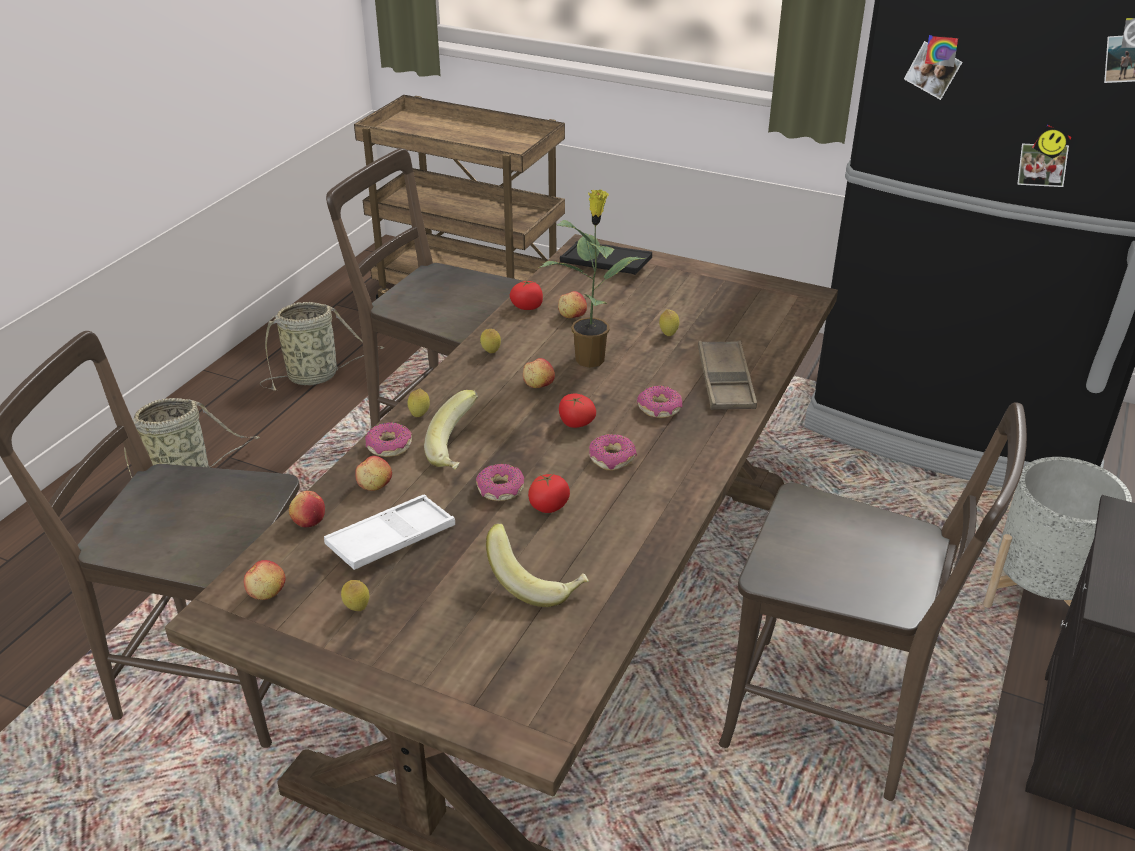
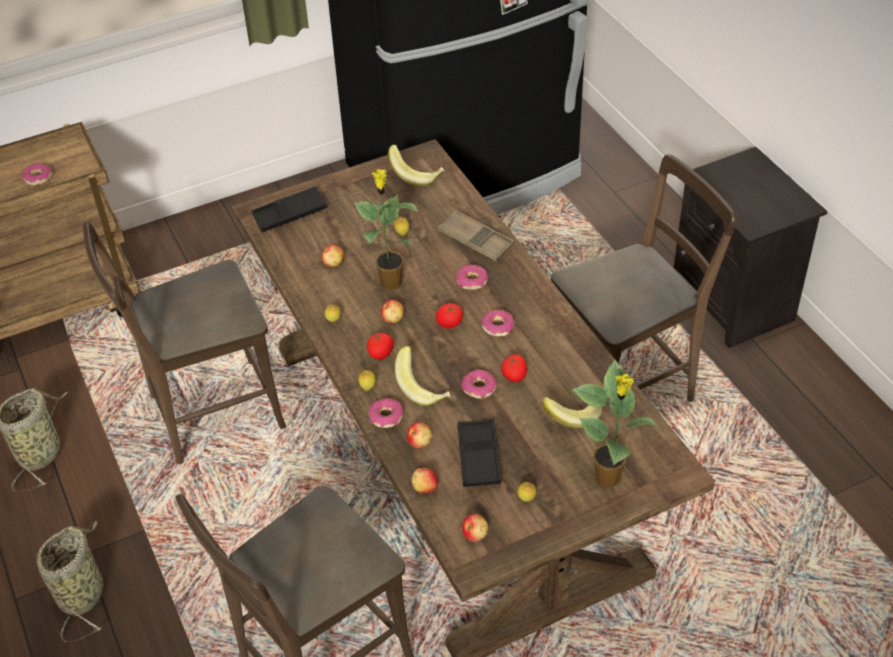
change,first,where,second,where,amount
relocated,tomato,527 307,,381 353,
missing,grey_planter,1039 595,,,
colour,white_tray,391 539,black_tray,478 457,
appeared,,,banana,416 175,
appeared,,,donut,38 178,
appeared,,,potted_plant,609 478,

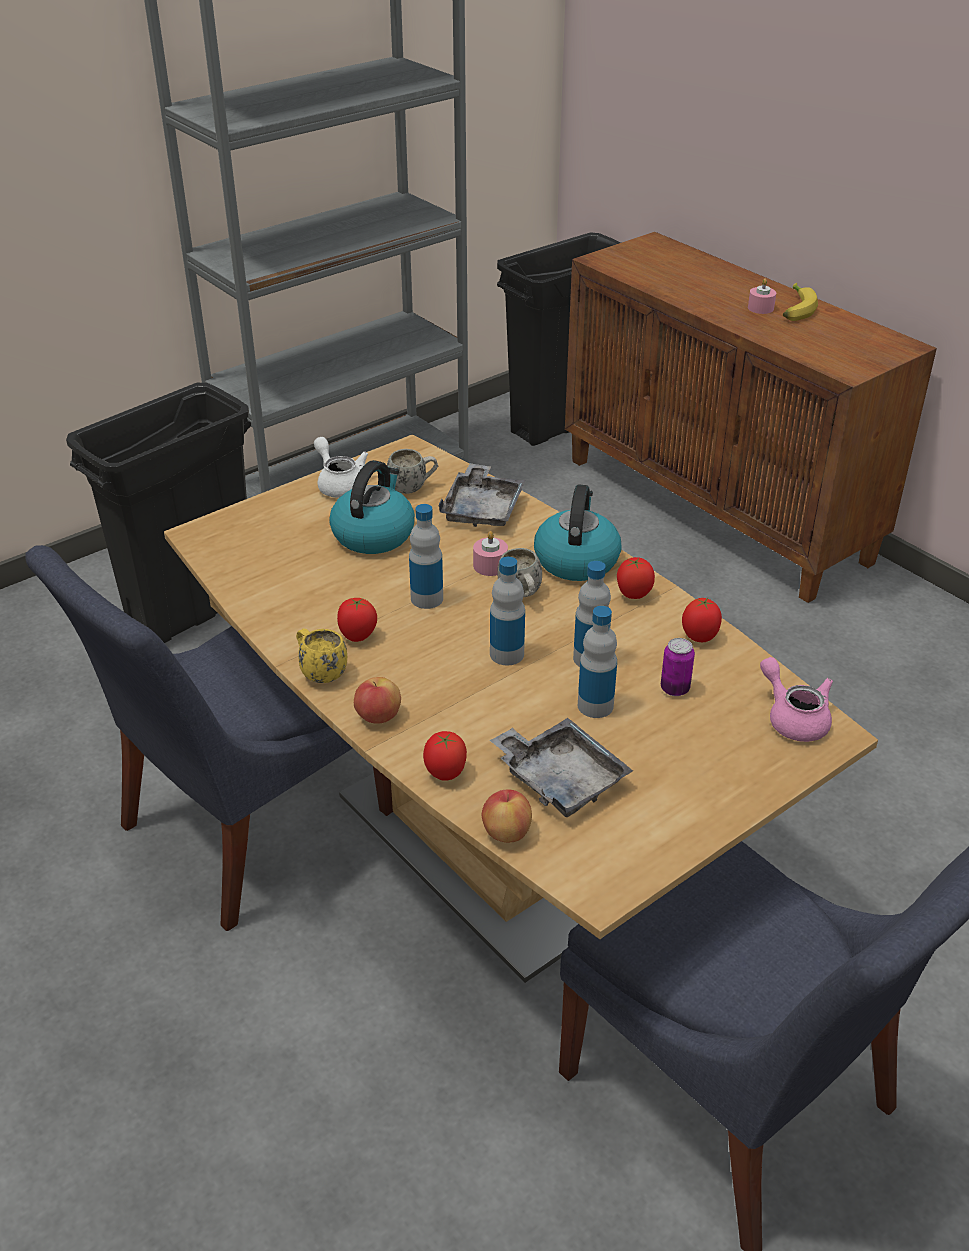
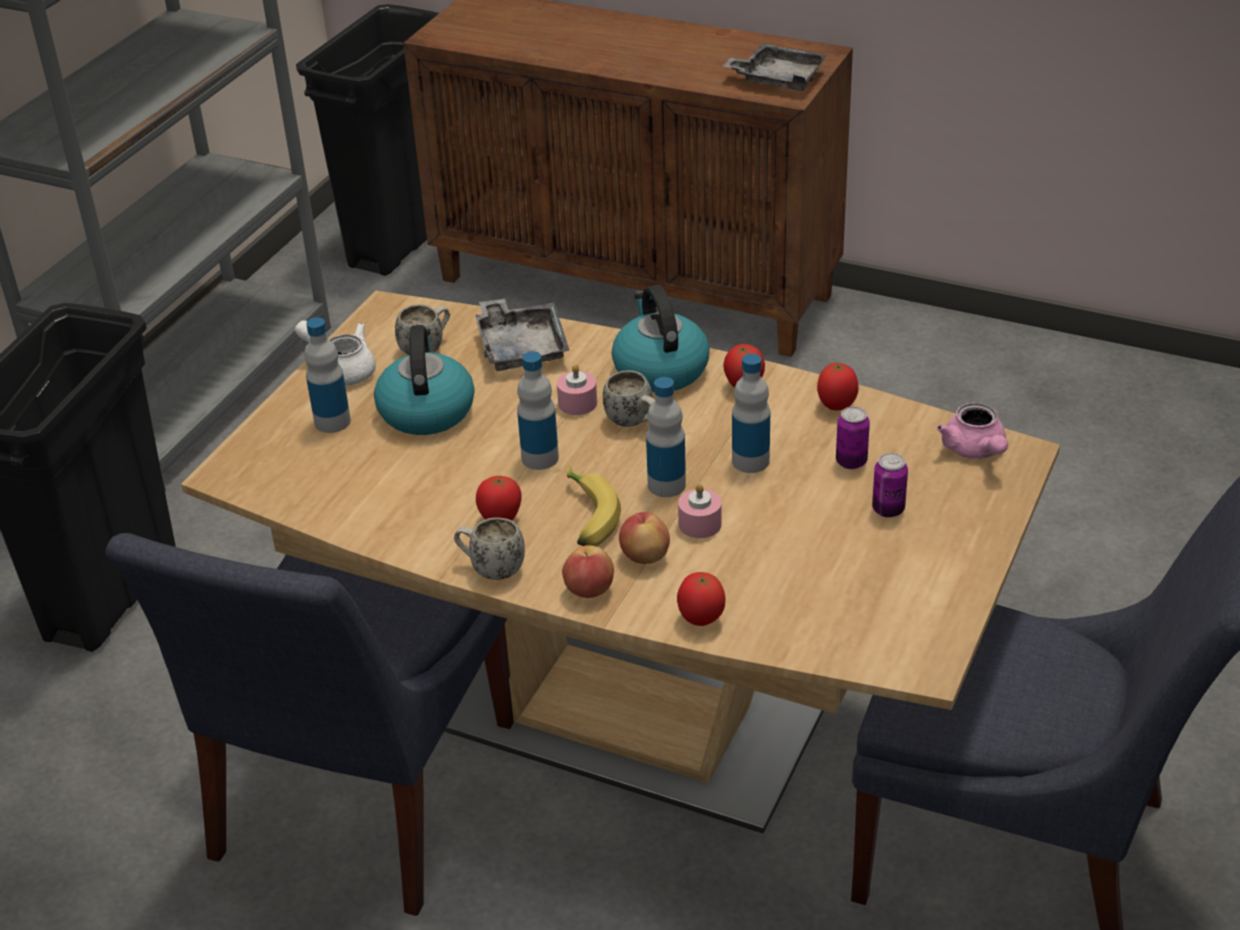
change,first,where,second,where,amount
relocated,pink_candle,760 308,,700 524,
relocated,banana,794 309,,585 517,
relocated,bottle,595 705,,332 422,
colour,yellow_mug,319 672,white_mug,490 569,
spun,pink_teapot,793 718,,975 451,135 degrees counterclockwise
relocated,grey_tray,560 778,,778 79,
relocated,apple,506 832,,644 556,
appeared,,,can,888 509,

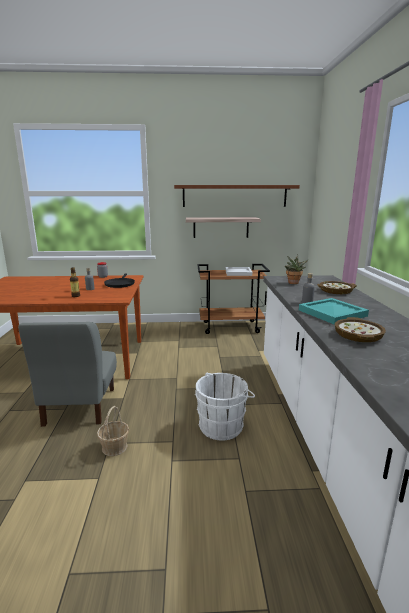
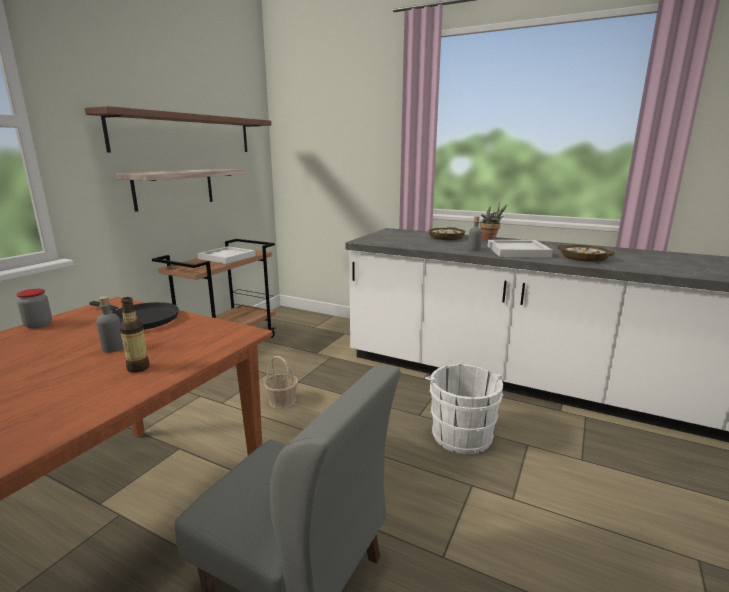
change,first,where,second,where,amount
relocated,potted_plant,293 283,,490 239,
colour,turquoise_tray,331 313,white_tray,517 251,
relocated,basket,115 447,,282 401,

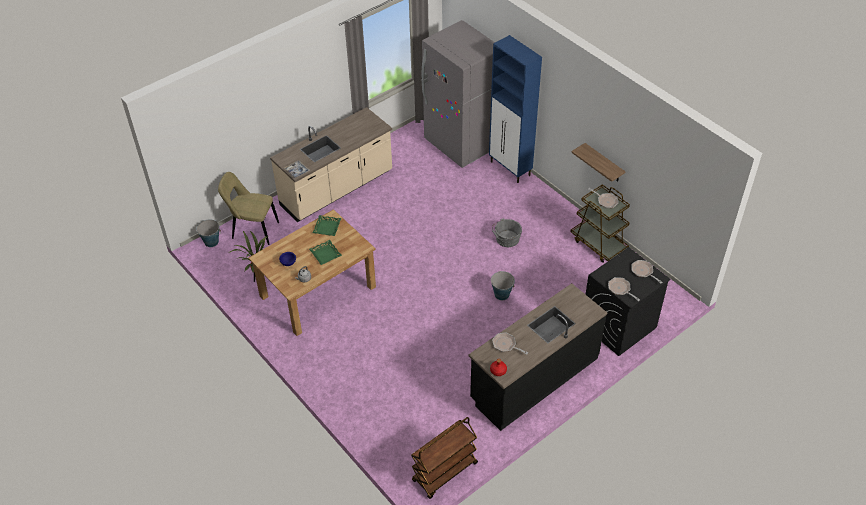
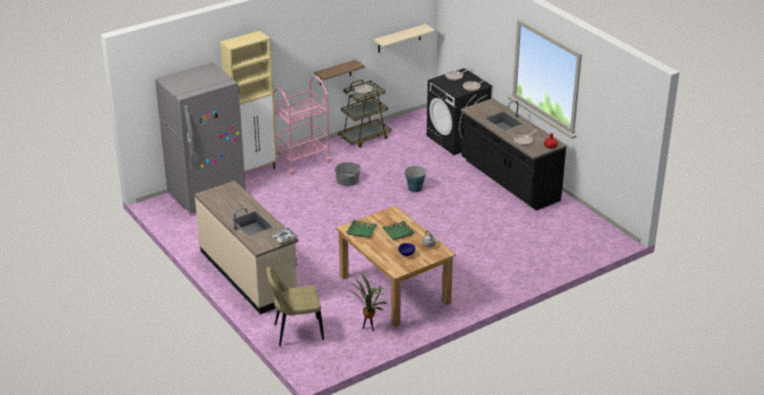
change,first,where,second,where,amount
colour,blue_cabinet,510 169,beige_cabinet,254 171,
spun,beige_chair,253 230,,296 332,60 degrees clockwise
missing,bucket,211 242,,,
missing,brown_cart,445 473,,,
appeared,,,beige_shelf,399 38,
appeared,,,pink_cart,302 160,

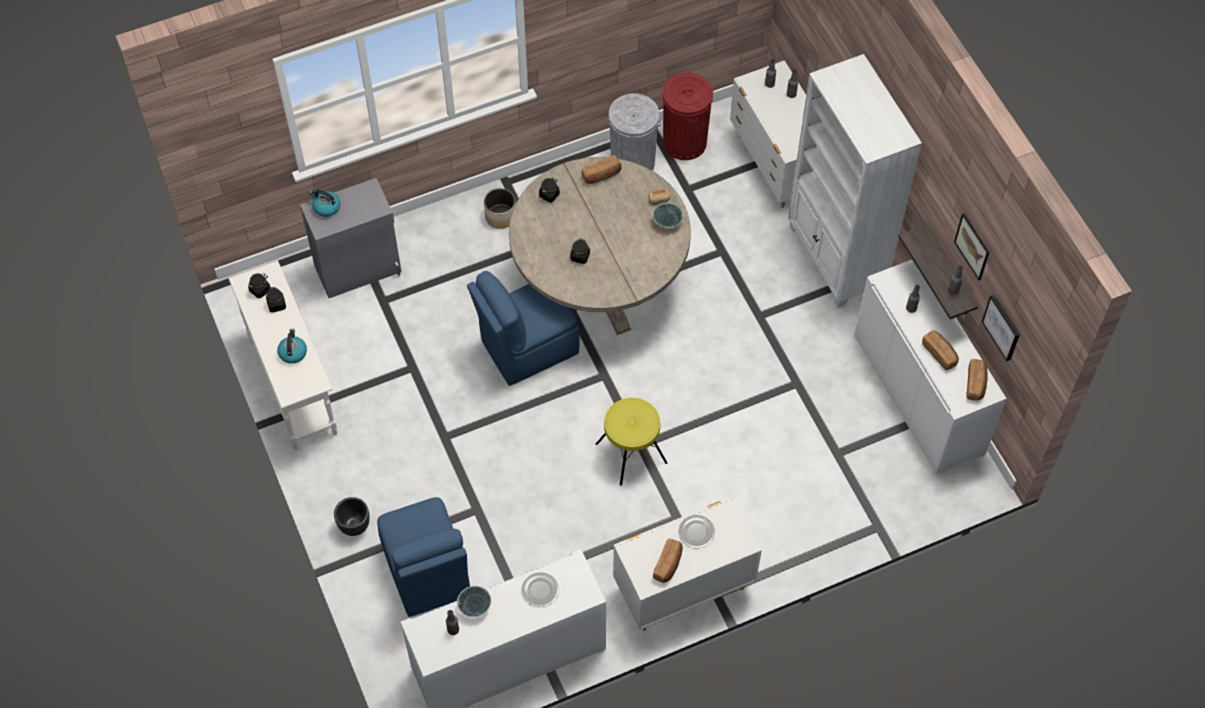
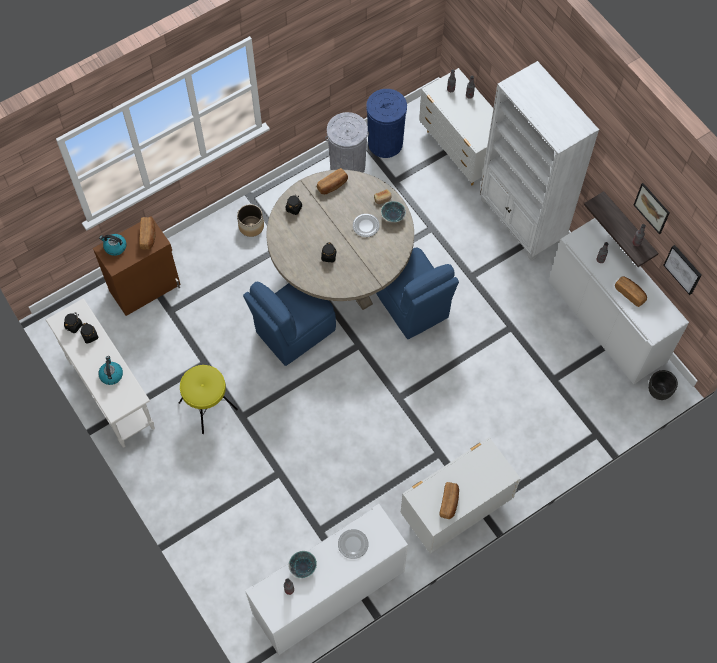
change,first,where,second,where,amount
colour,red_trash_can,684 142,blue_trash_can,385 143,
colour,grey_cabinet,359 270,brown_cabinet,146 288,
relocated,bread,975 384,,148 236,
relocated,yellow_stool,631 453,,208 406,
relocated,black_planter,354 526,,658 391,
relocated,blue_chair,427 573,,412 306,
relocated,plate,697 532,,366 226,

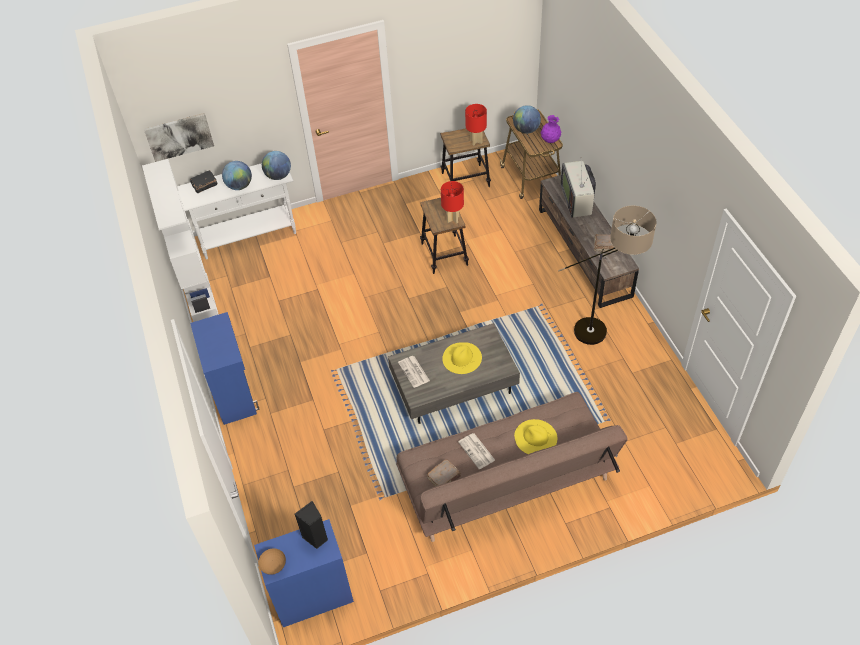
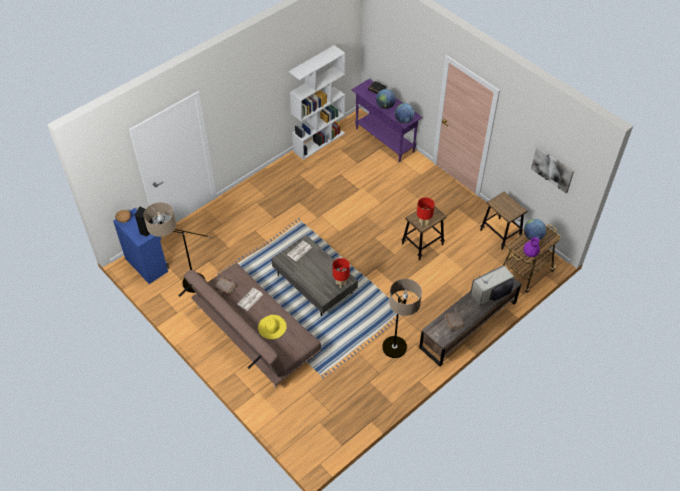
change,first,where,second,where,amount
relocated,red_table_lamp,475 141,,341 283,
relocated,picture,179 136,,552 169,
colour,white_console_table,248 236,purple_console_table,384 140,
missing,blue_cabinet,234 394,,,
missing,yellow_hat,462 358,,,
appeared,,,floor_lamp,185 286,

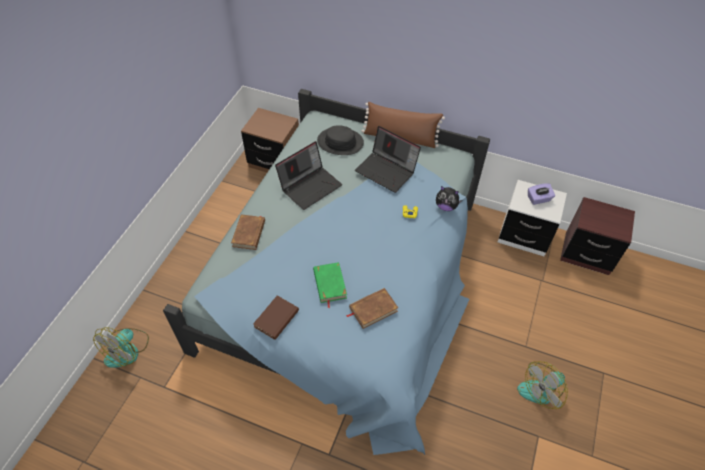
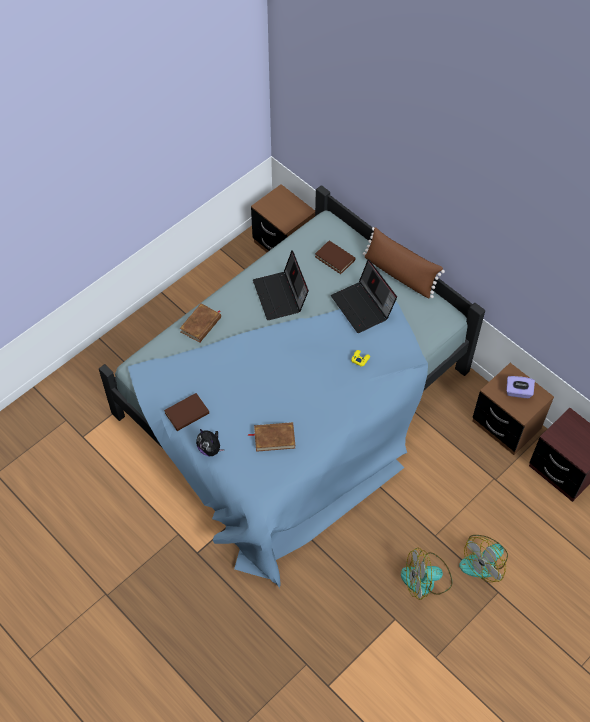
change,first,where,second,where,amount
exchanged,black_hat,340 142,brown_book,335 258,
spun,laptop,310 186,,281 296,90 degrees clockwise
colour,white_nightstand,524 236,brown_nightstand,506 425,
relocated,plush_toy,446 206,,210 449,
missing,green_book,329 284,,,
relocated,fan,127 350,,484 561,

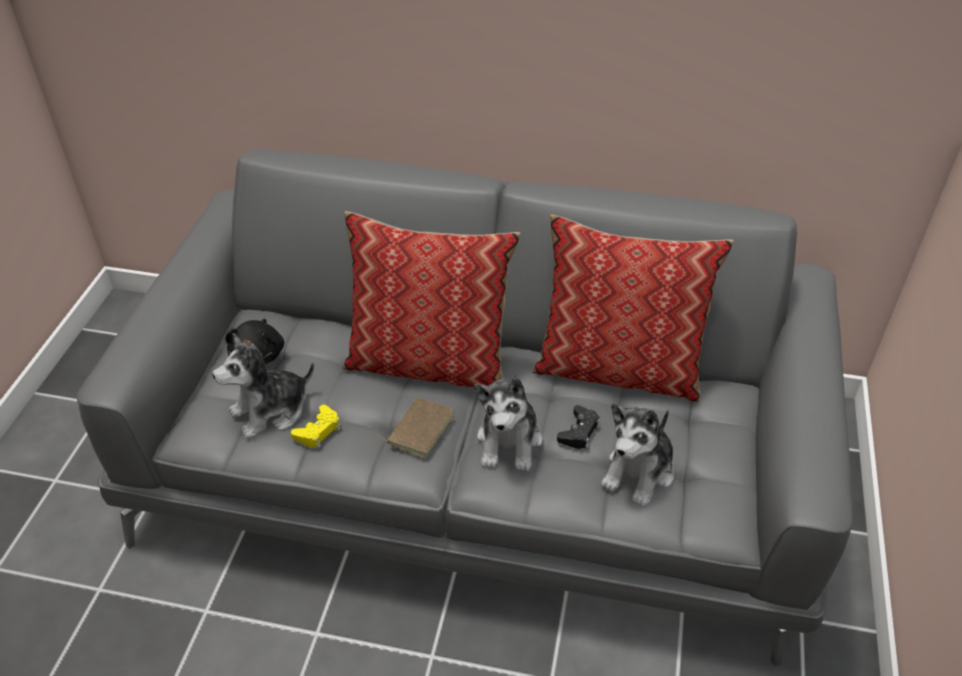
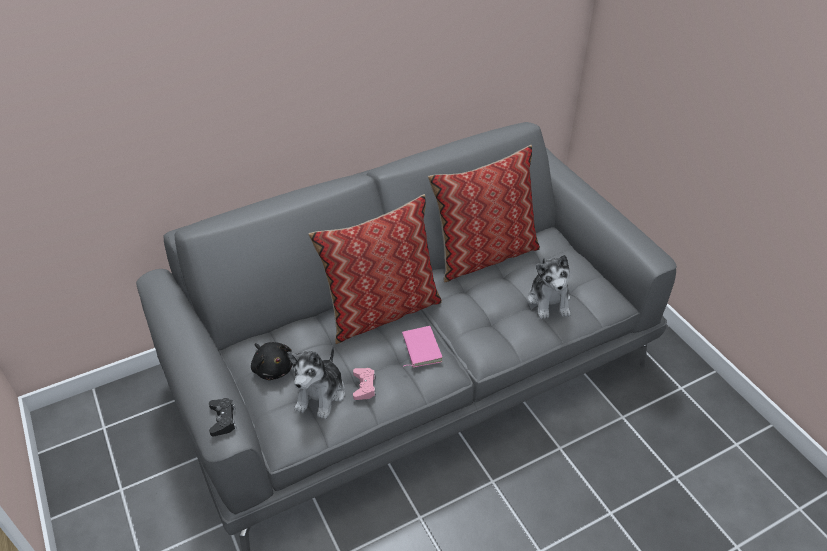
change,first,where,second,where,amount
missing,plush_toy,509 441,,,
colour,brown_book,419 429,pink_book,420 348,
colour,yellow_game_controller,318 431,pink_game_controller,364 386,
relocated,black_game_controller,579 432,,223 419,

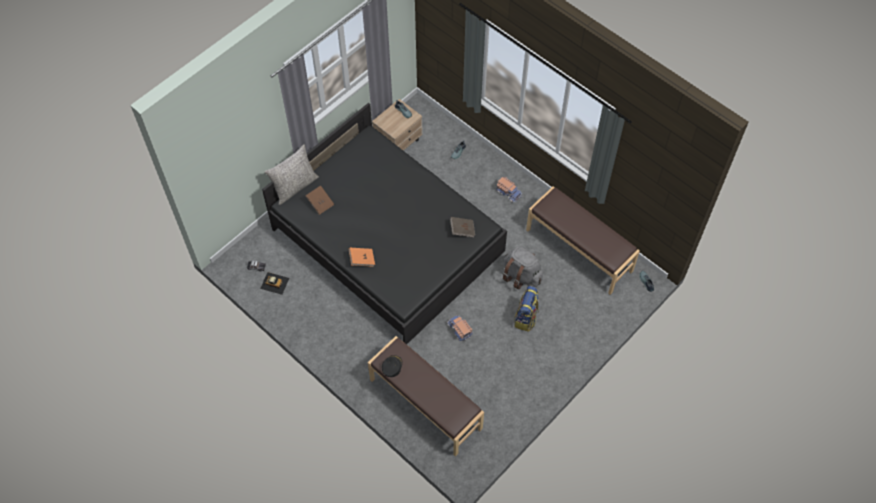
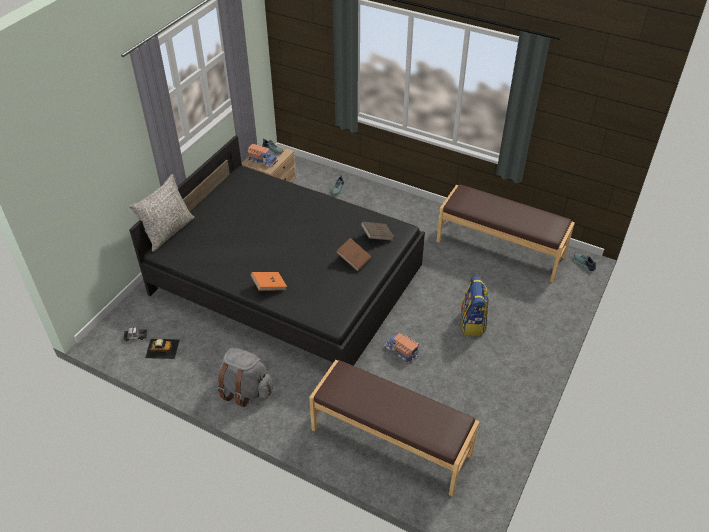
change,first,where,second,where,amount
relocated,toy_truck,508 192,,263 160,
relocated,brown_book,320 203,,354 260,
relocated,grey_backpack,521 275,,245 390,
missing,black_cap,391 366,,,

